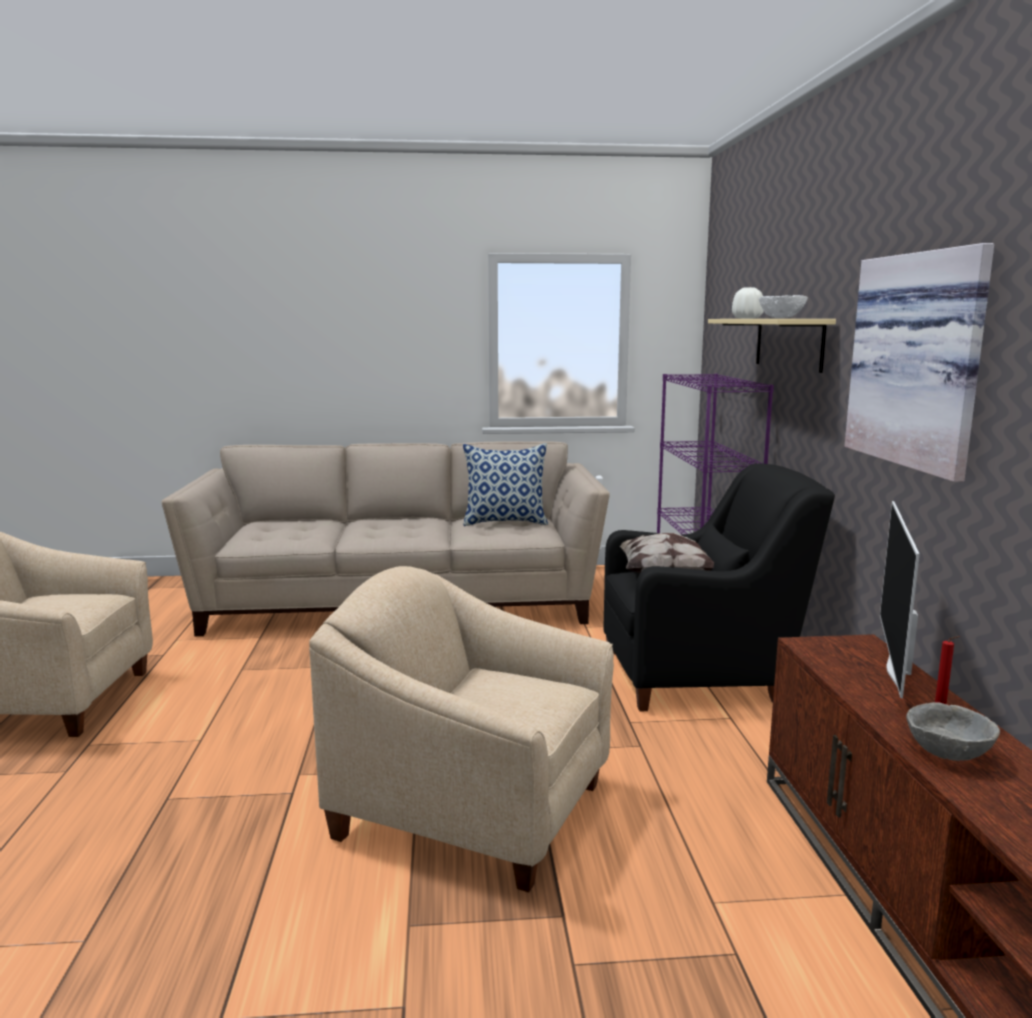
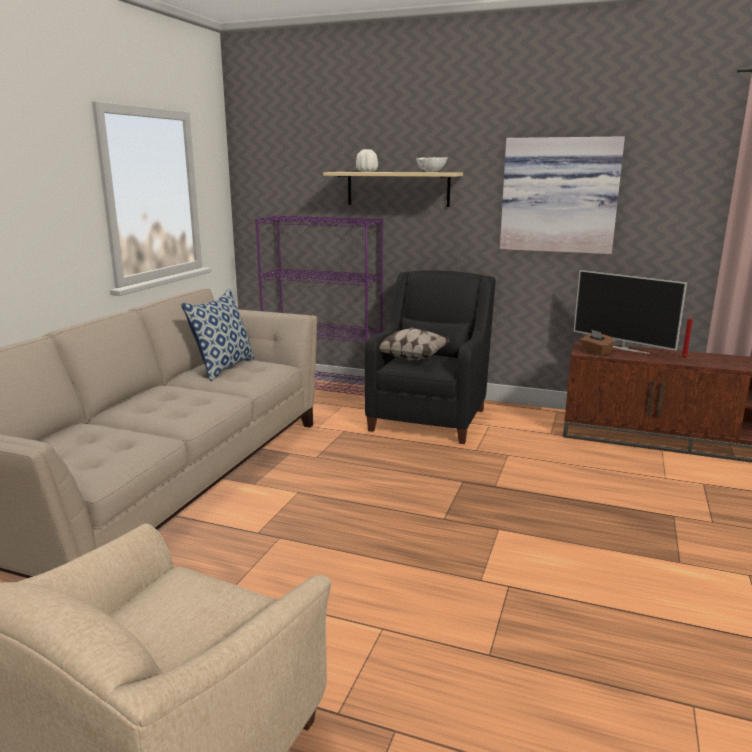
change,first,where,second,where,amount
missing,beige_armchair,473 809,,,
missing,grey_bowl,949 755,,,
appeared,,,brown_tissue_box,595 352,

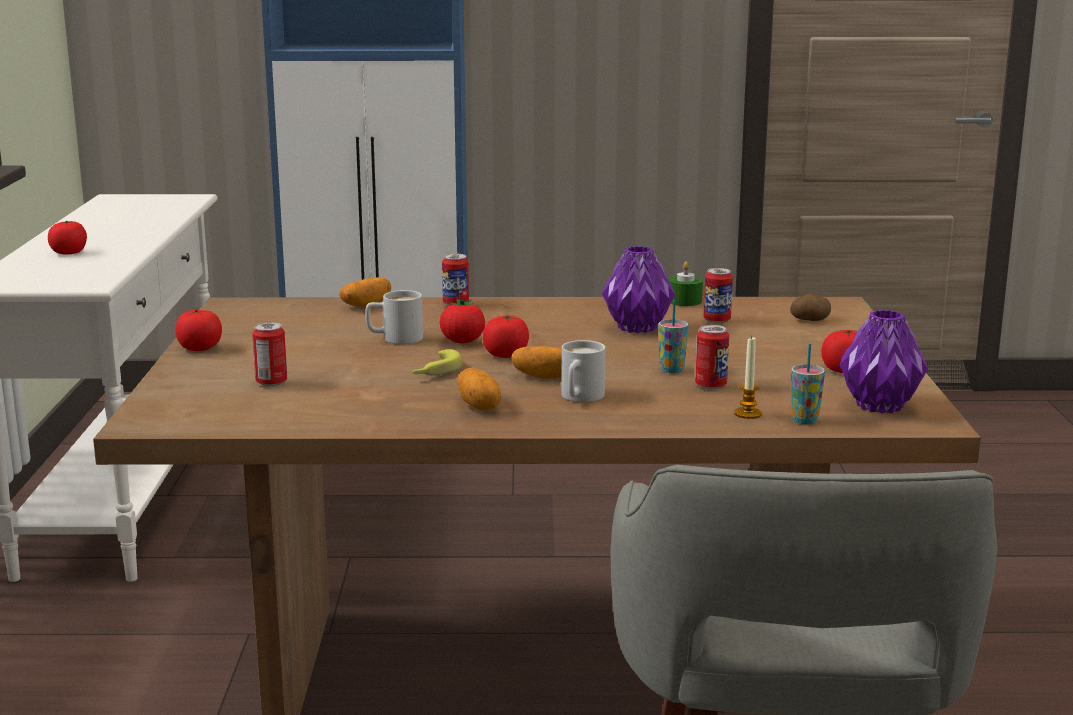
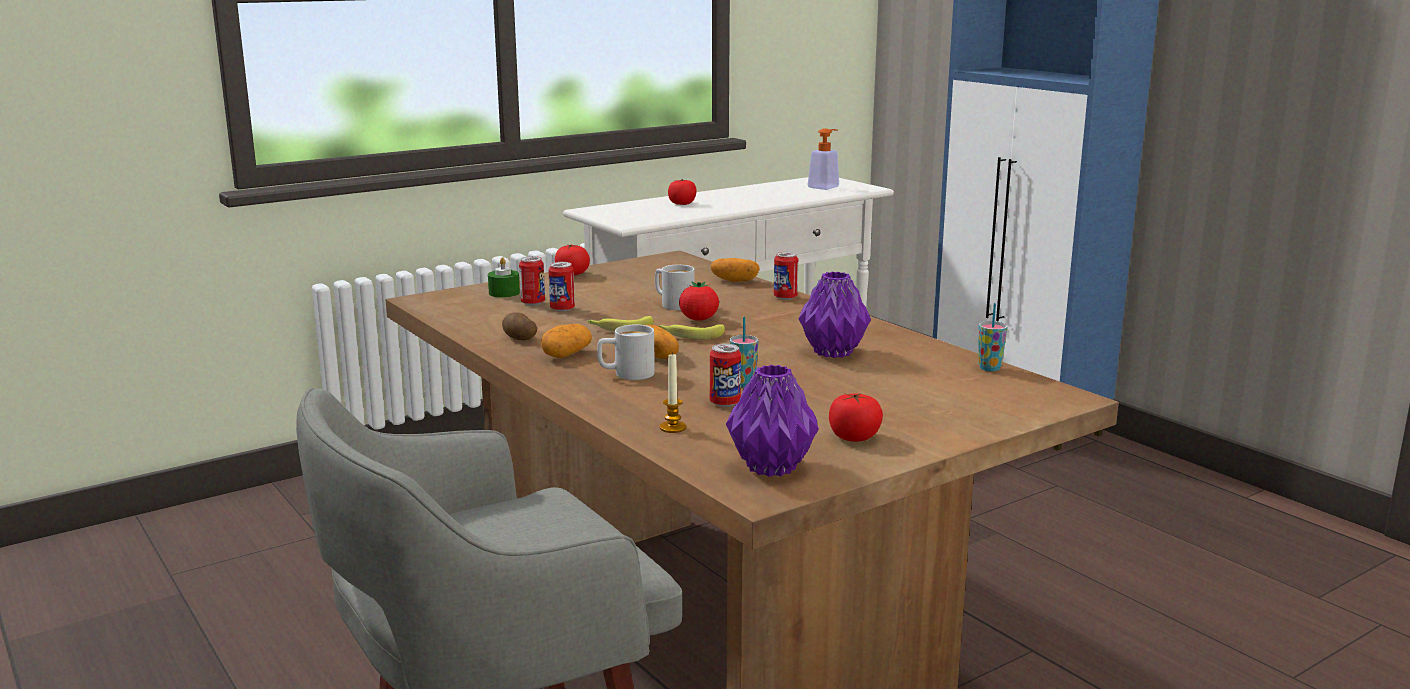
change,first,where,second,where,amount
relocated,green_candle,684 301,,504 293,
relocated,can,717 320,,562 309,
relocated,potato,810 320,,518 338,
exchanged,tomato,506 355,banana,690 335,
relocated,cup,804 420,,989 368,
appeared,,,soap_dispenser,826 186,

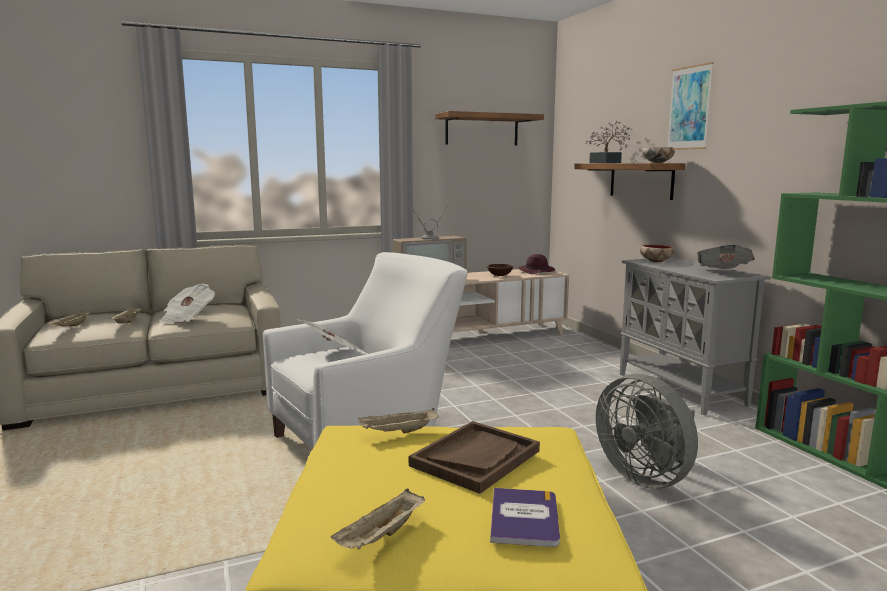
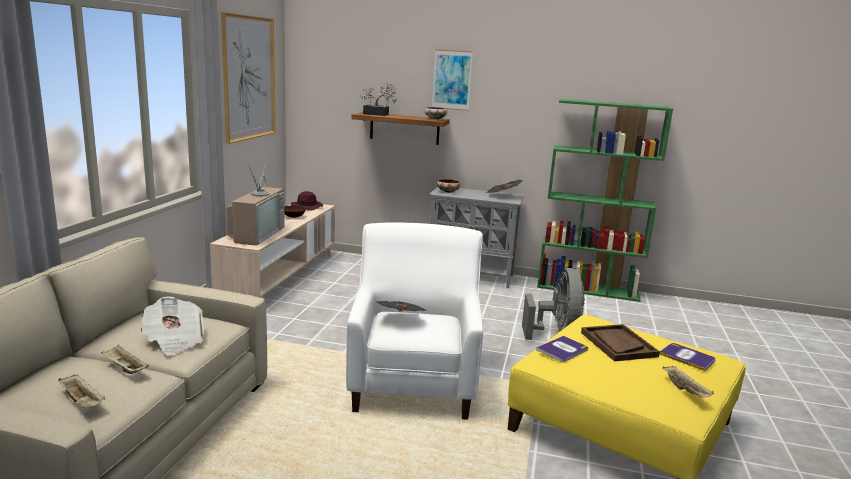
change,first,where,second,where,amount
exchanged,shelf,482 130,picture,249 78,
spun,grey_fan,646 476,,556 332,90 degrees counterclockwise
exchanged,beige_tray,398 432,book,563 350,

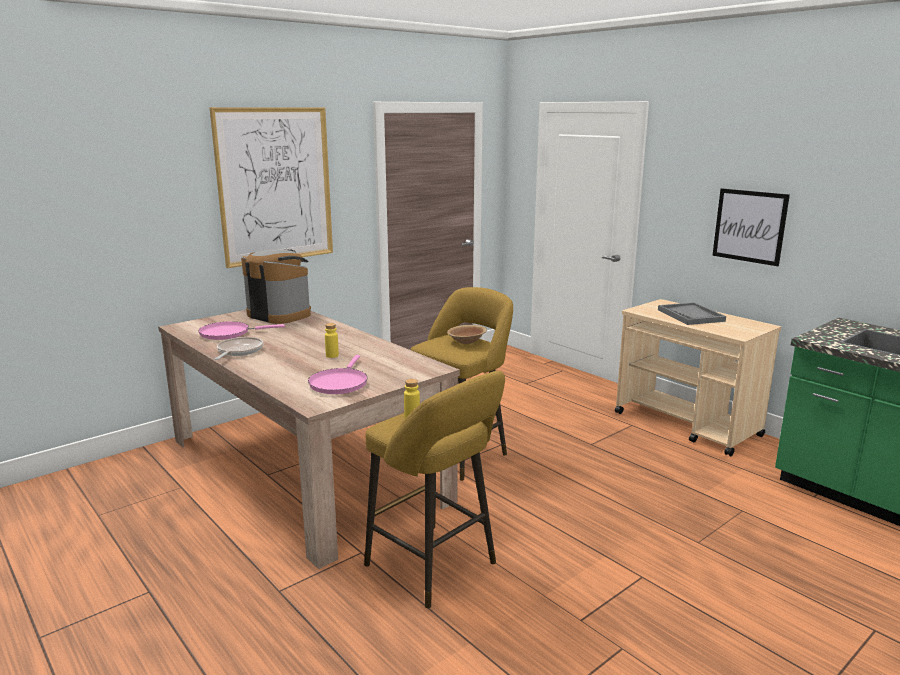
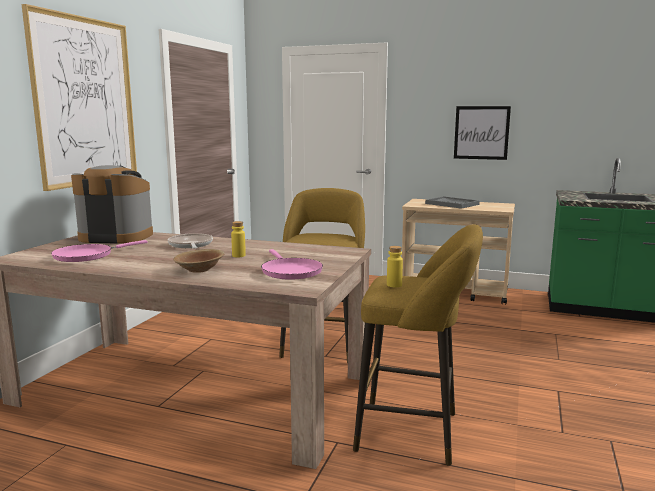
change,first,where,second,where,amount
relocated,brown_bowl,466 341,,199 270,
relocated,frying_pan,238 351,,190 245,

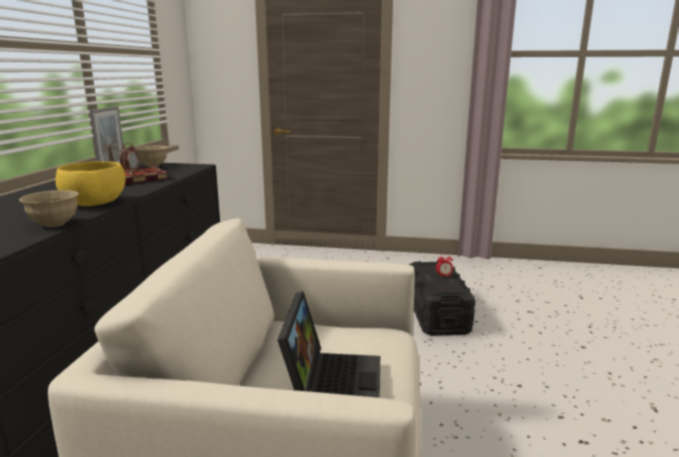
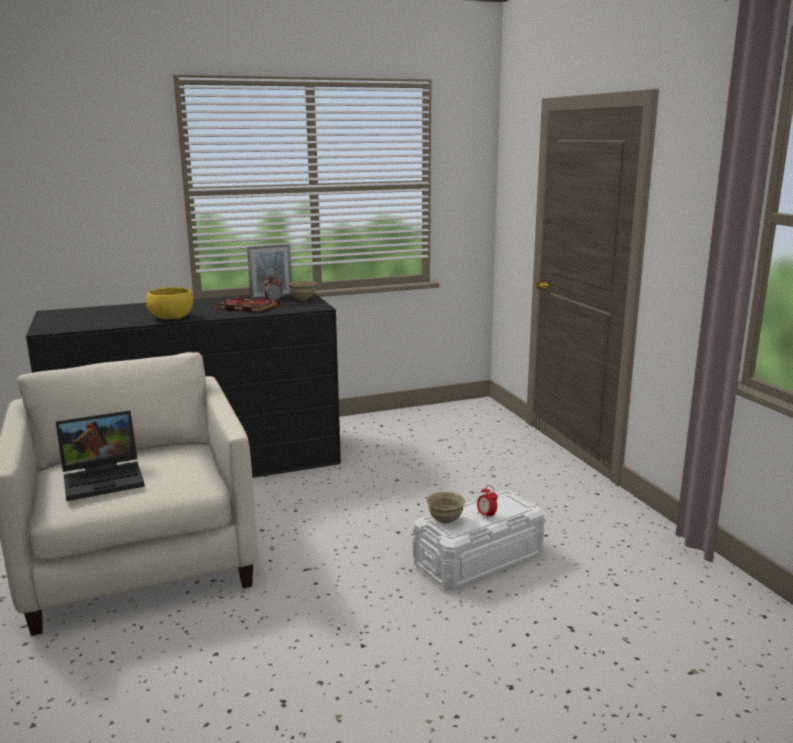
change,first,where,second,where,amount
relocated,beige_bowl,54 224,,445 520,
colour,black_storage_box,436 313,white_storage_box,479 560,

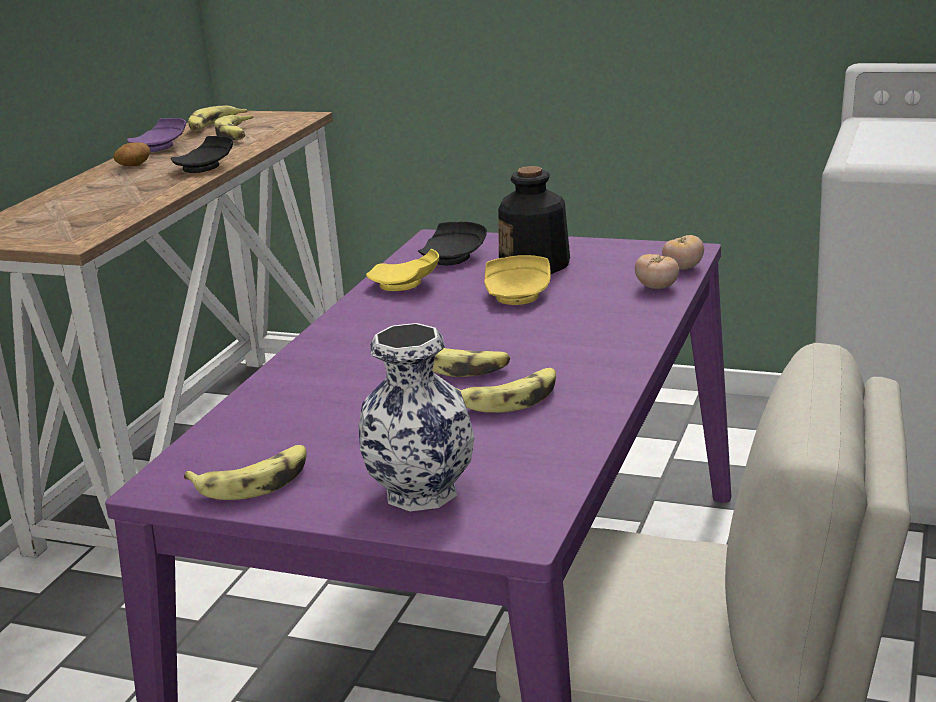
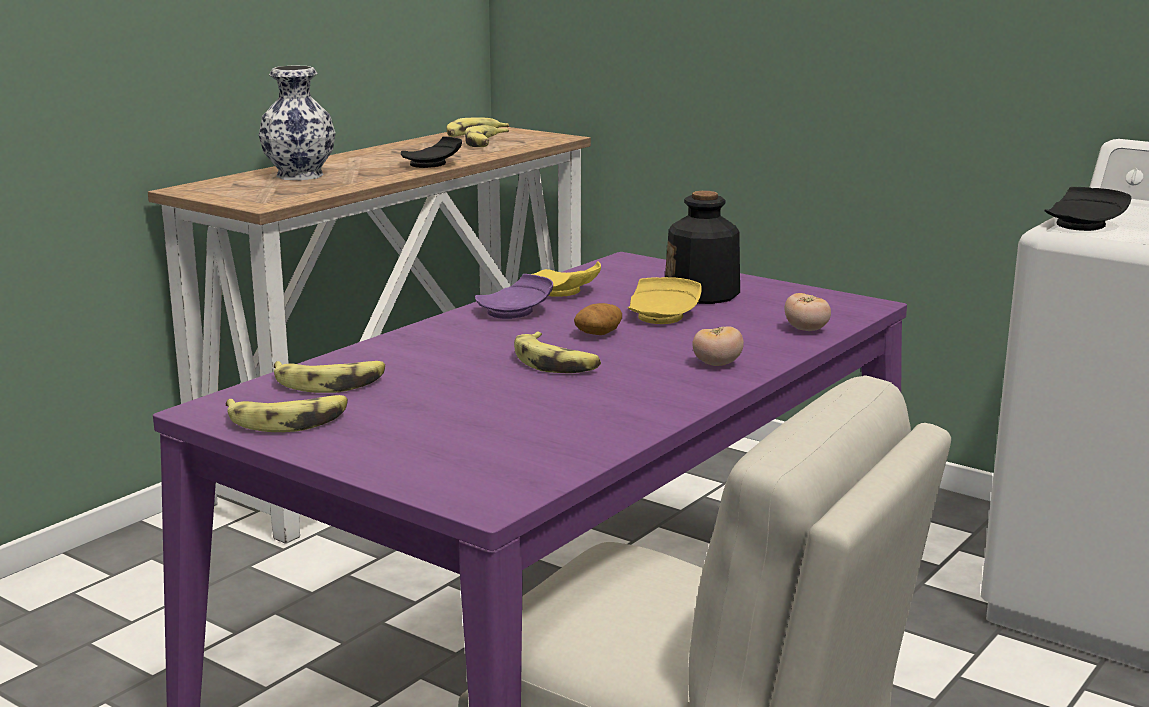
change,first,where,second,where,amount
relocated,purple_plate,160 147,,516 312,
relocated,potato,134 166,,598 334,
relocated,black_plate,454 257,,1084 225,
relocated,tomato,683 268,,717 364,
relocated,vase,420 493,,298 176,
relocated,banana,509 399,,330 383,

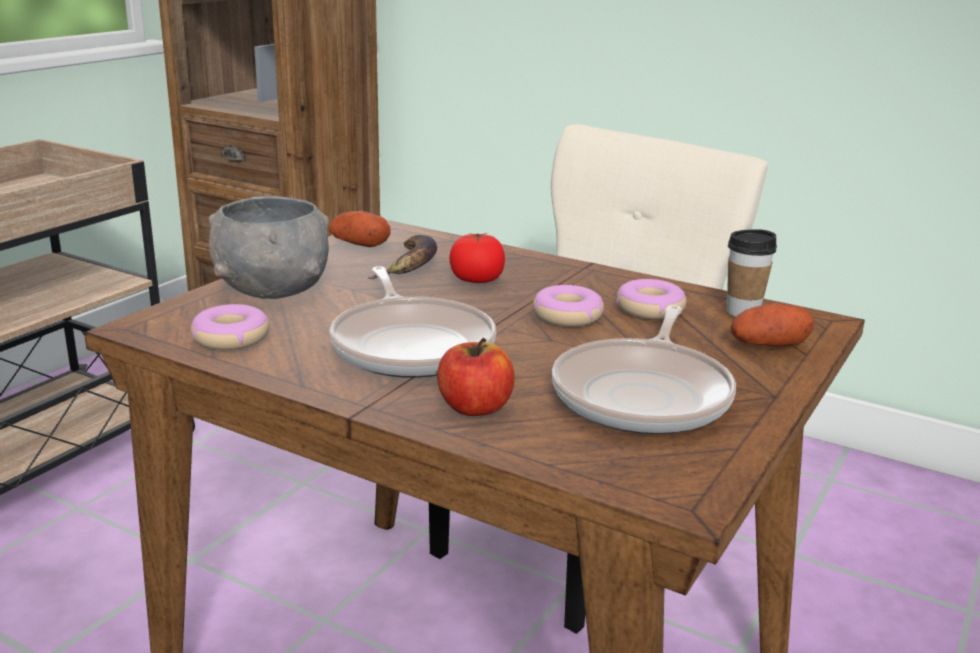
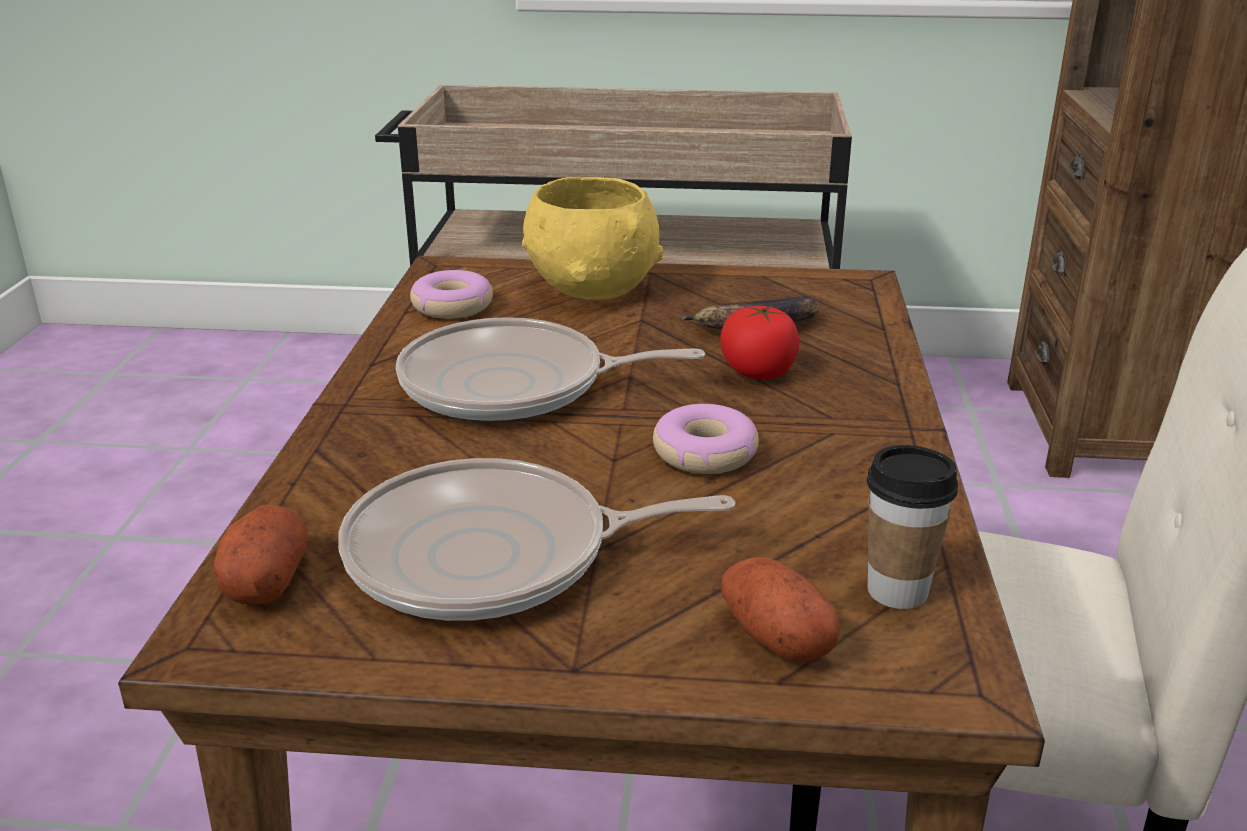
change,first,where,second,where,amount
colour,grey_bowl,272 289,yellow_bowl,593 287,
relocated,potato,359 245,,266 580,
spun,frying_pan,411 345,,513 386,45 degrees clockwise
missing,donut,650 309,,,
missing,apple,475 408,,,

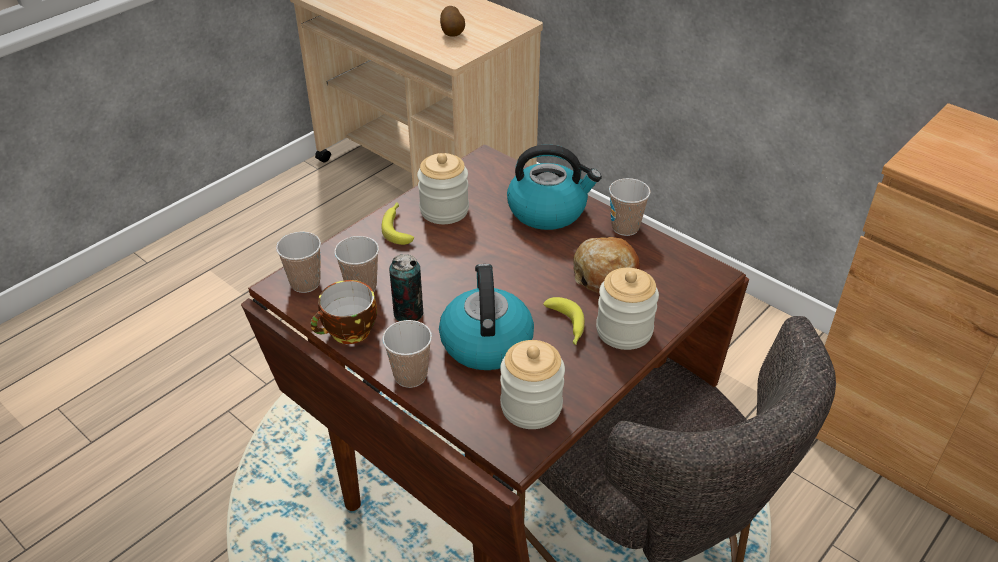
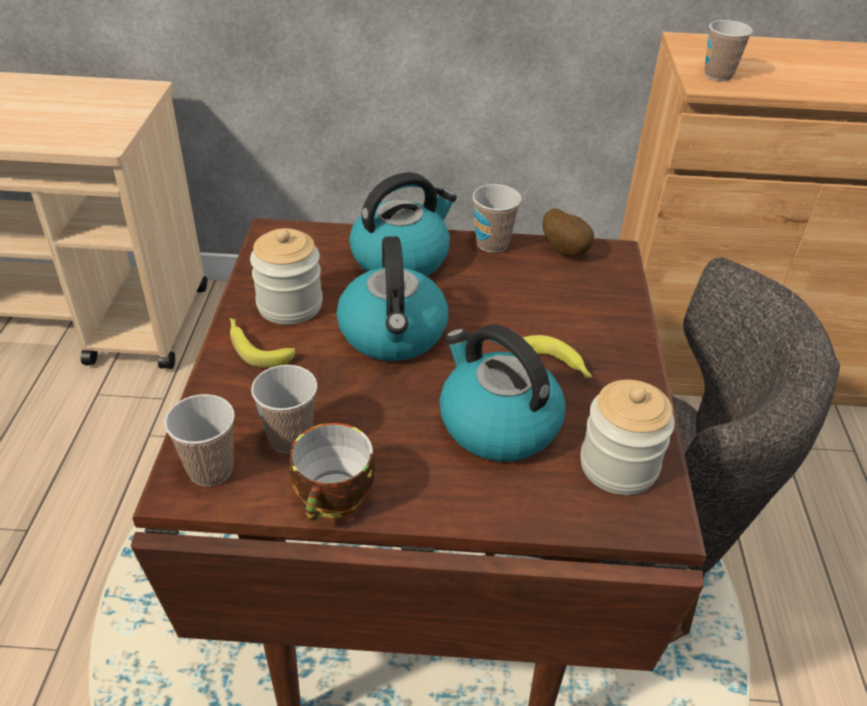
change,first,where,second,where,amount
relocated,potato,453 34,,566 250,
missing,bread,605 274,,,
missing,can,408 313,,,
missing,jar,624 331,,,
relocated,cup,410 376,,718 75,
appeared,,,kettle,393 334,

